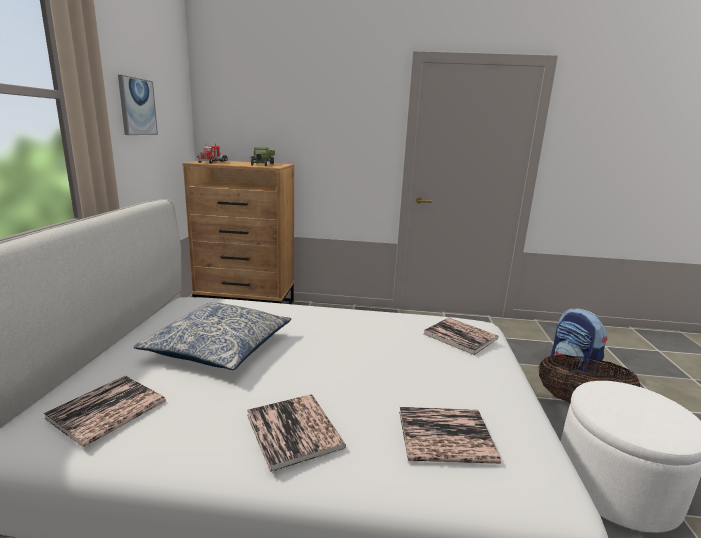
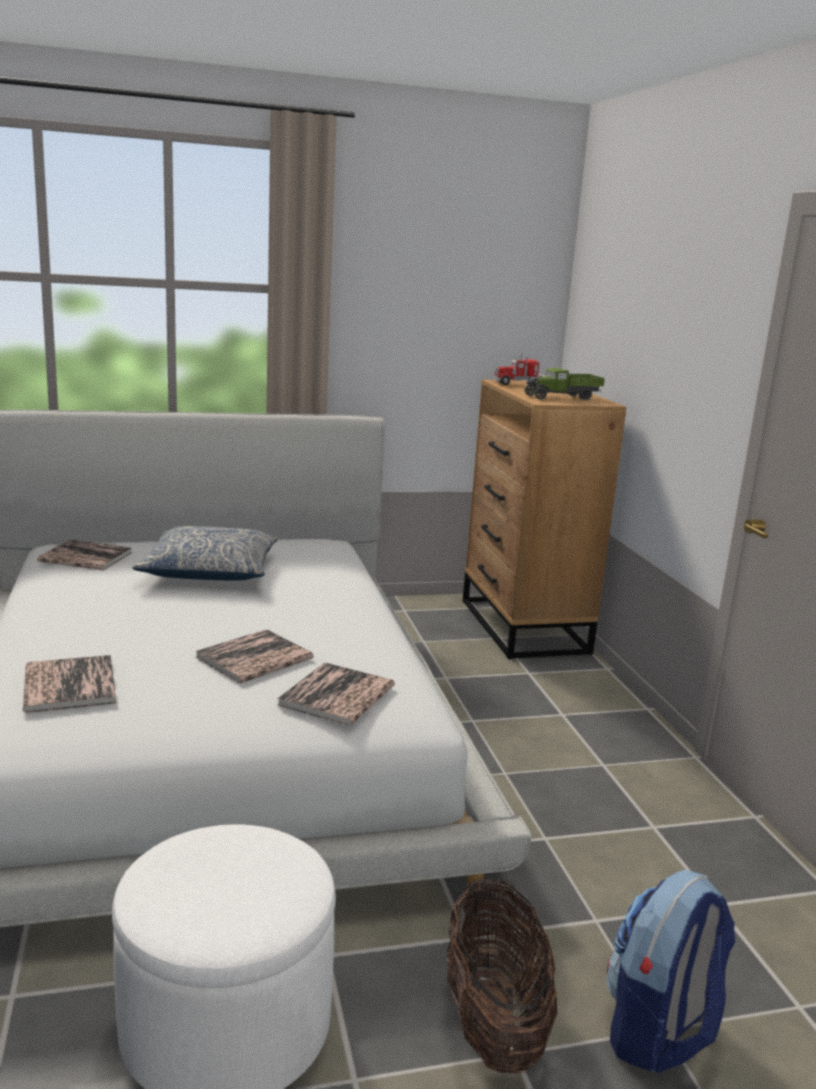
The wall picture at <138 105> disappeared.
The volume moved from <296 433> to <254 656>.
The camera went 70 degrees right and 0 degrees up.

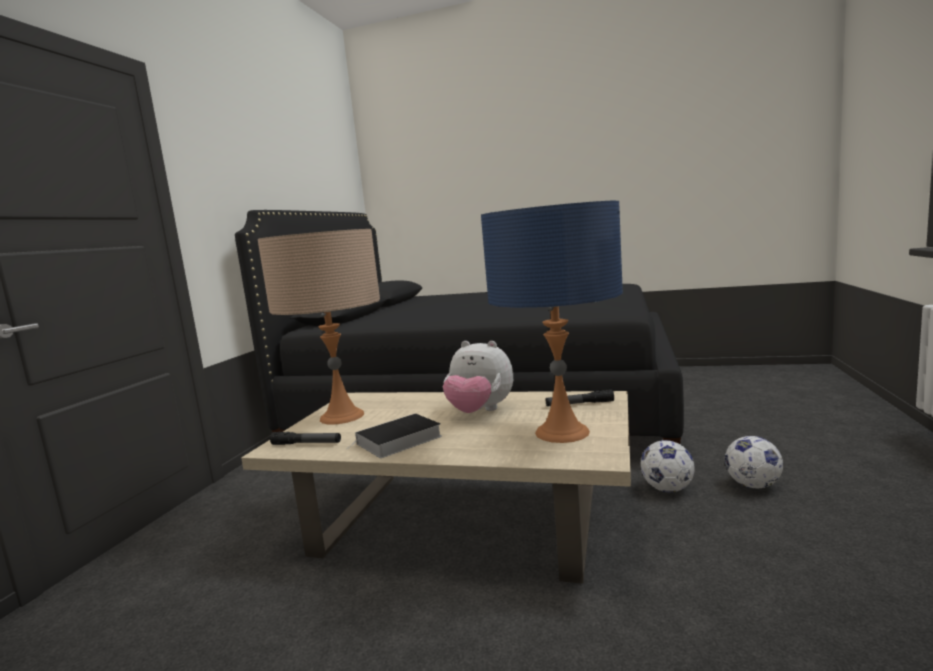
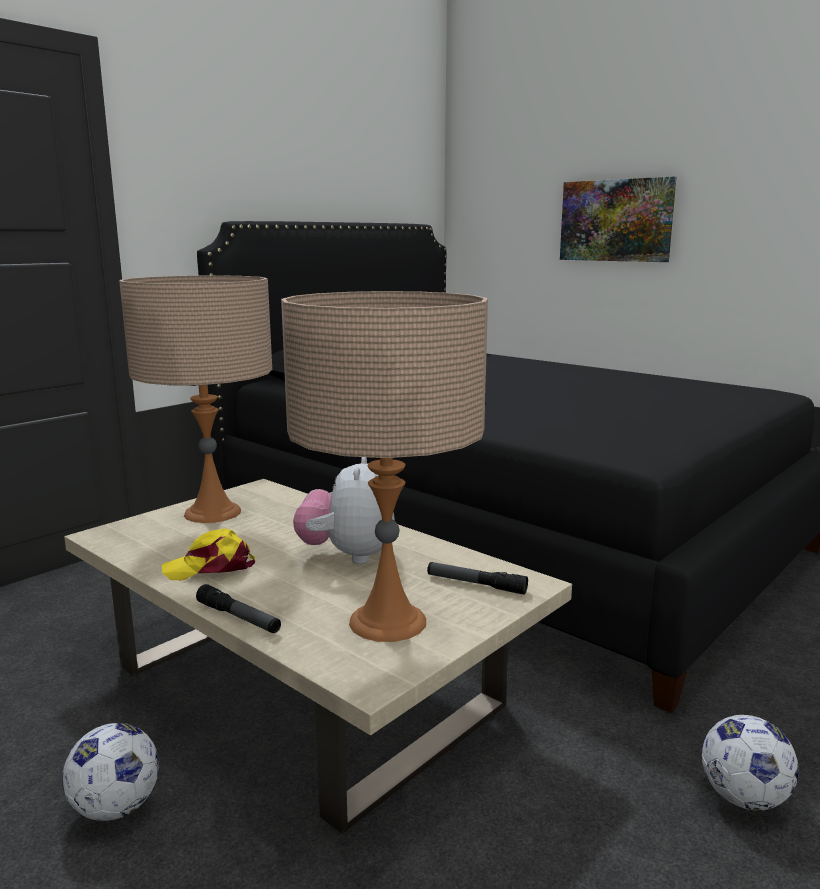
The bluish lamp for a table at <552 321> became the beige-coloured lamp for a table at <384 466>.
The plush toy at <478 377> turned 45 degrees clockwise.
The volume at <394 435> was replaced by the yellowish baseball cap at <208 554>.
The torch moved from <305 438> to <238 608>.
The ball for football moved from <668 466> to <110 772>.
The wall picture at <618 219> appeared.
The camera went 25 degrees right and 5 degrees up.

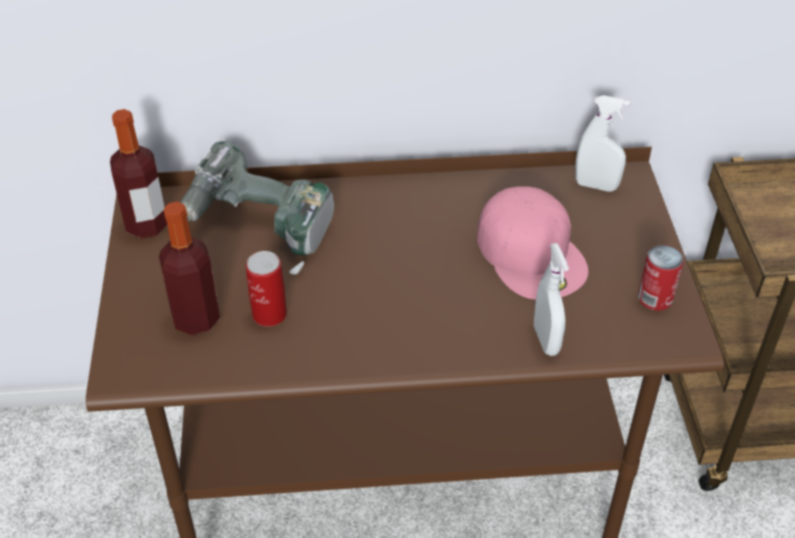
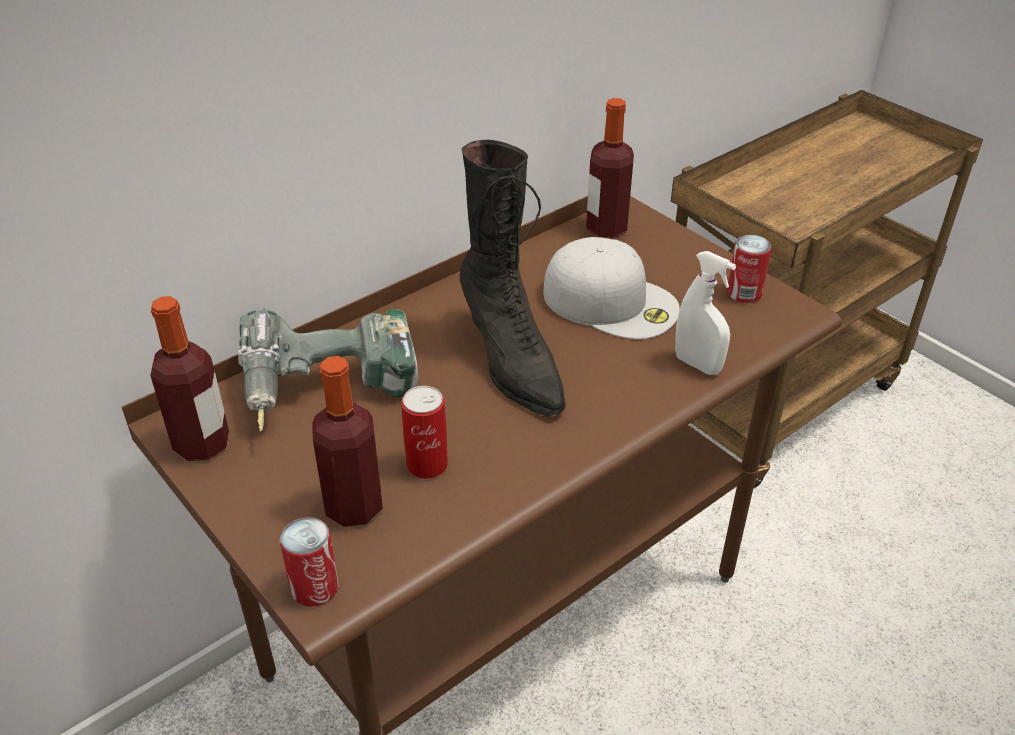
The whitish sprayer at <602 143> was replaced by the bottle at <610 168>.
The pinkish baseball cap at <532 243> became the whitish baseball cap at <611 288>.
The blackish boot at <513 278> appeared.
The can at <309 562> appeared.
The camera went 35 degrees left and 5 degrees down.

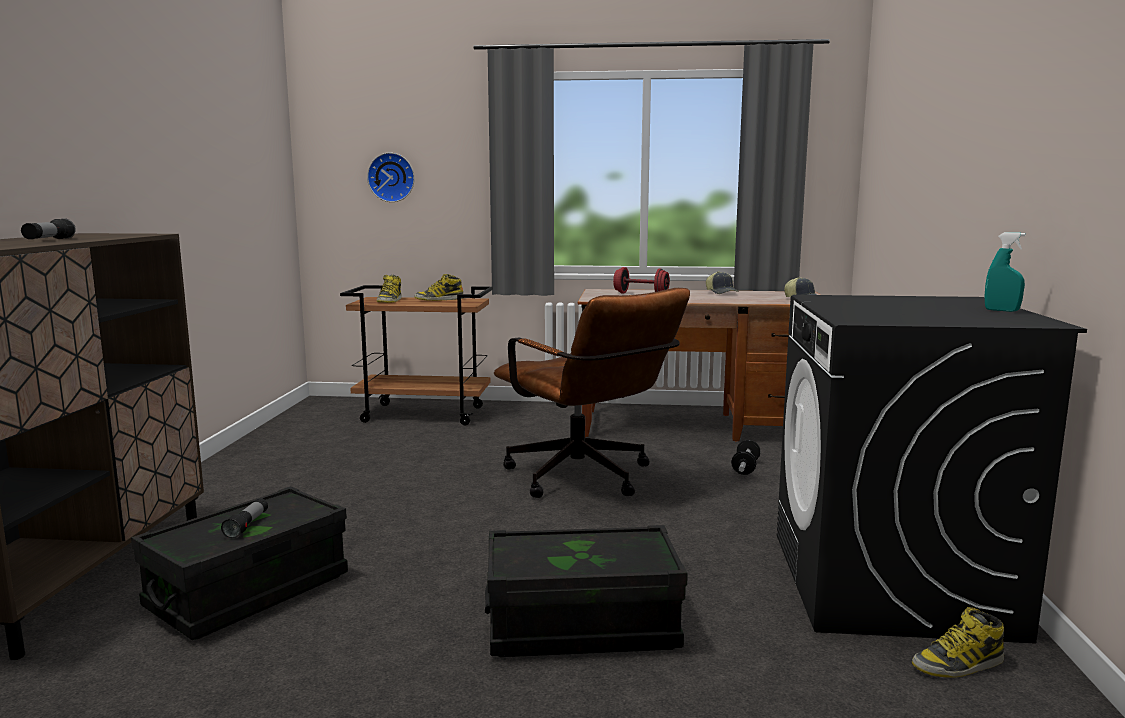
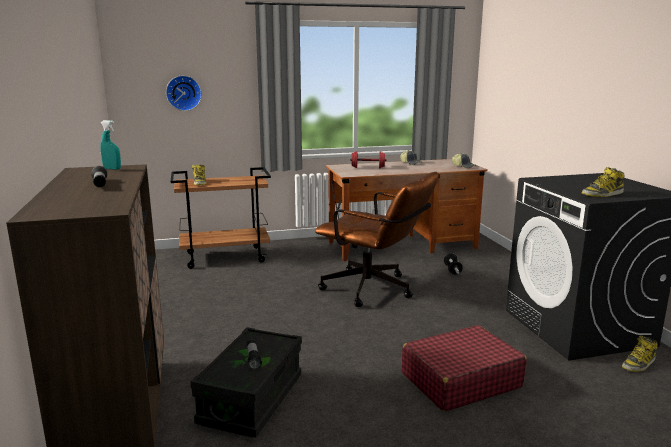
The turquoise-coloured sprayer moved from <1005 272> to <111 145>.
The boot moved from <438 287> to <603 182>.
The blackish storage bin at <586 591> was replaced by the red travel case at <464 368>.
The camera went 20 degrees left and 5 degrees up.

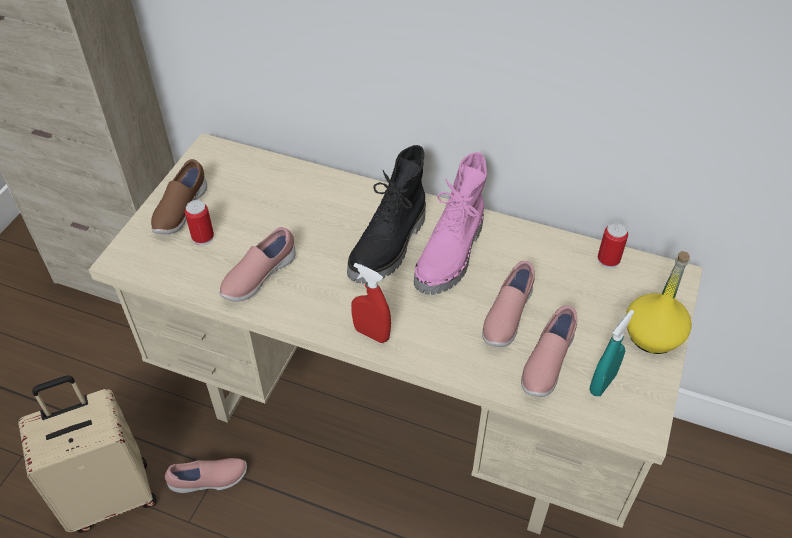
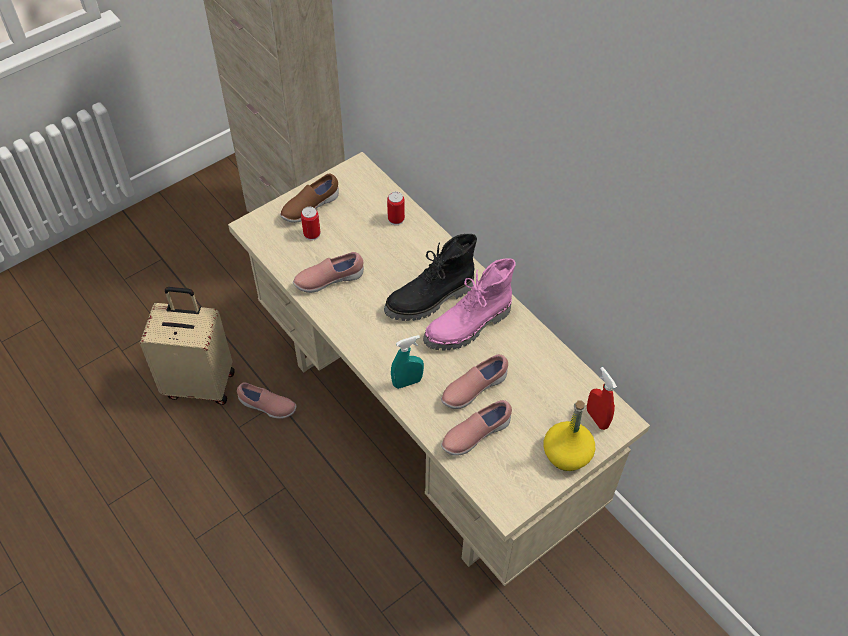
The can moved from <613 245> to <396 208>.
The red sprayer moved from <371 303> to <602 398>.
The turquoise-coloured sprayer moved from <611 353> to <407 362>.
The camera went 30 degrees right and 5 degrees up.

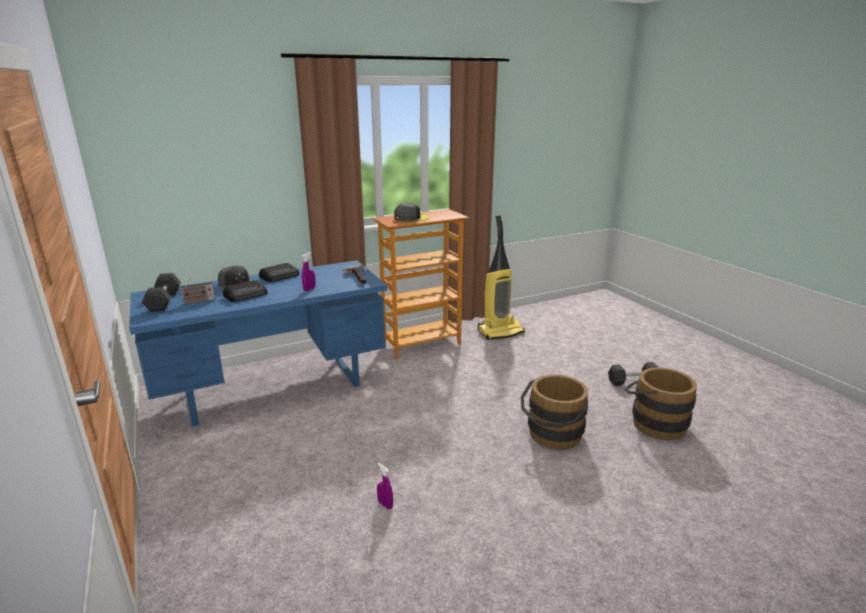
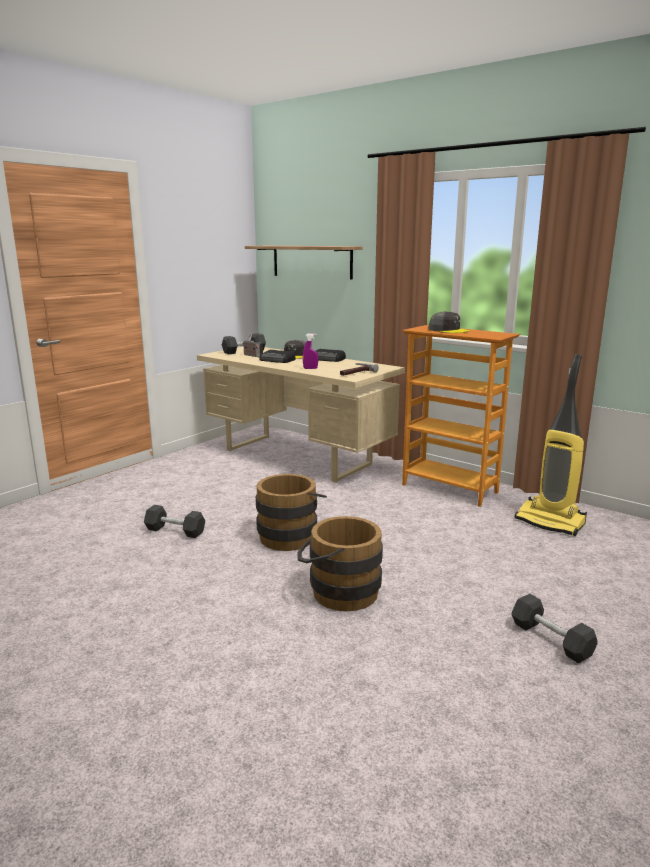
The bluish desk table at <258 343> became the beige-coloured desk table at <301 414>.
The brown pail moved from <661 403> to <291 512>.
The purple-coloured sprayer at <385 486> was replaced by the blackish hand weight at <174 521>.
The wall shelf at <304 262> appeared.
The camera went 65 degrees right and 5 degrees down.

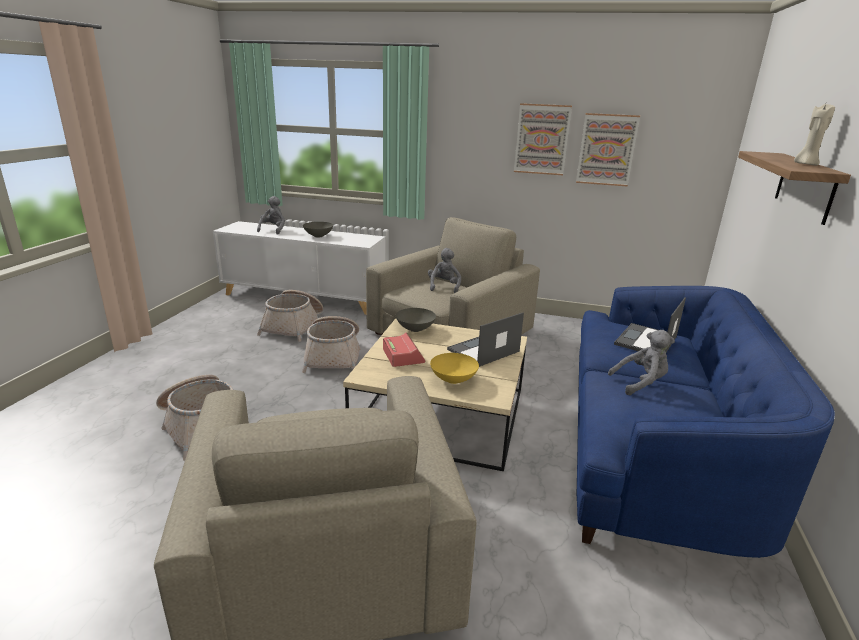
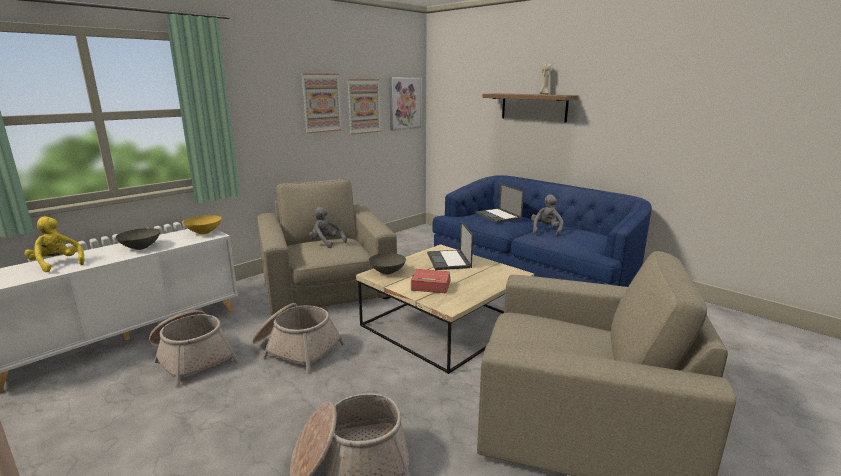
The gray plush toy at <271 215> became the yellowish plush toy at <54 244>.
The yellowish bowl moved from <454 368> to <202 224>.
The wall picture at <405 104> appeared.
The camera went 60 degrees left and 5 degrees down.

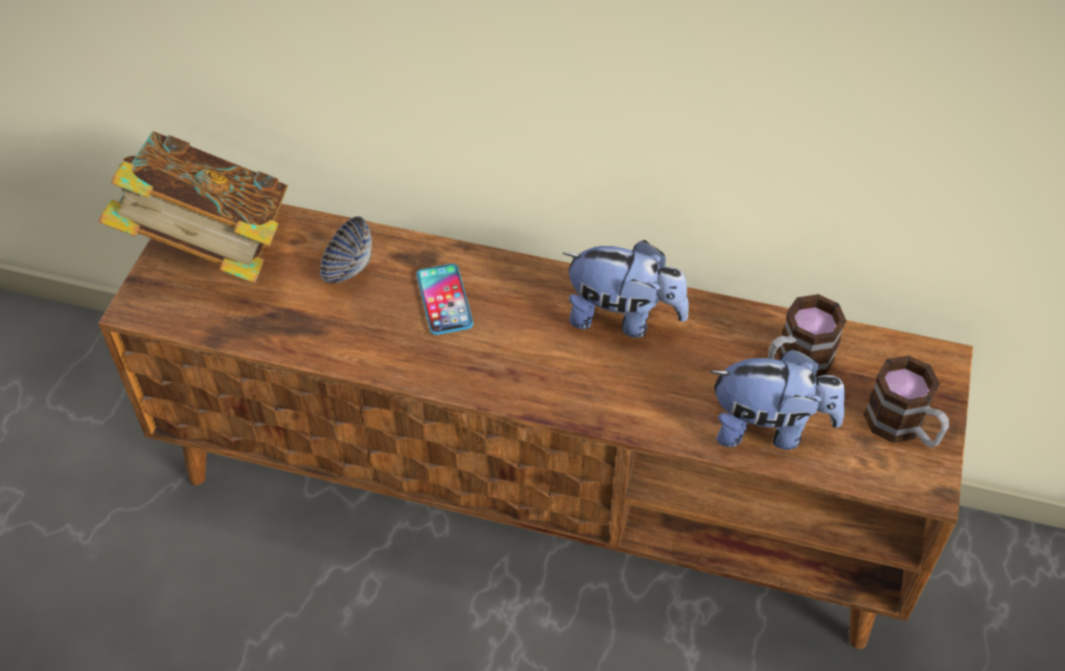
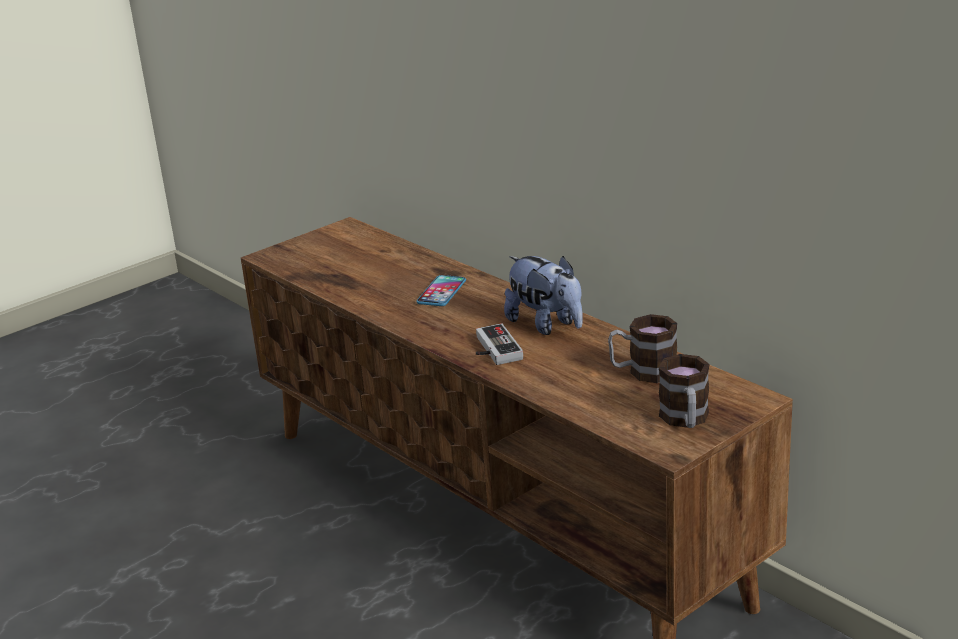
The volume at <193 207> disappeared.
The bowl at <346 250> disappeared.
The plush toy at <777 399> disappeared.
The gamepad at <499 344> appeared.
The camera went 35 degrees right and 25 degrees down.

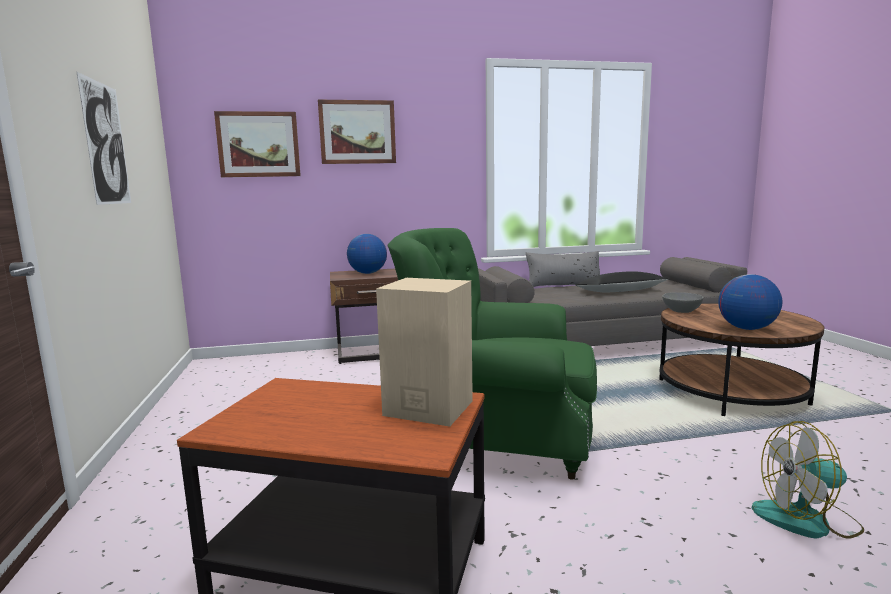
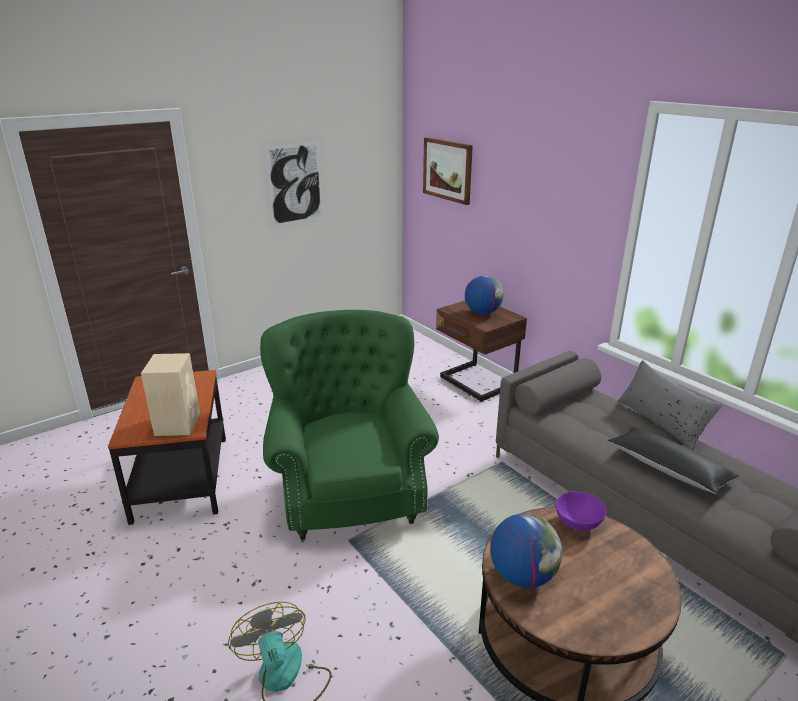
The wall picture at <357 132> disappeared.
The gray bowl at <682 302> became the purple-coloured bowl at <581 511>.
The camera went 65 degrees right and 15 degrees up.

